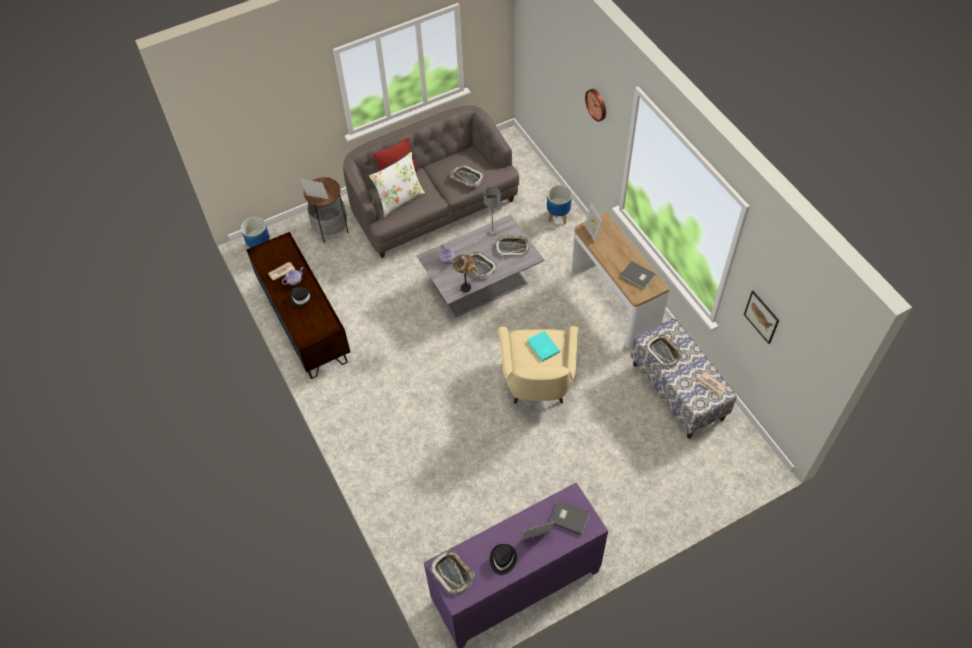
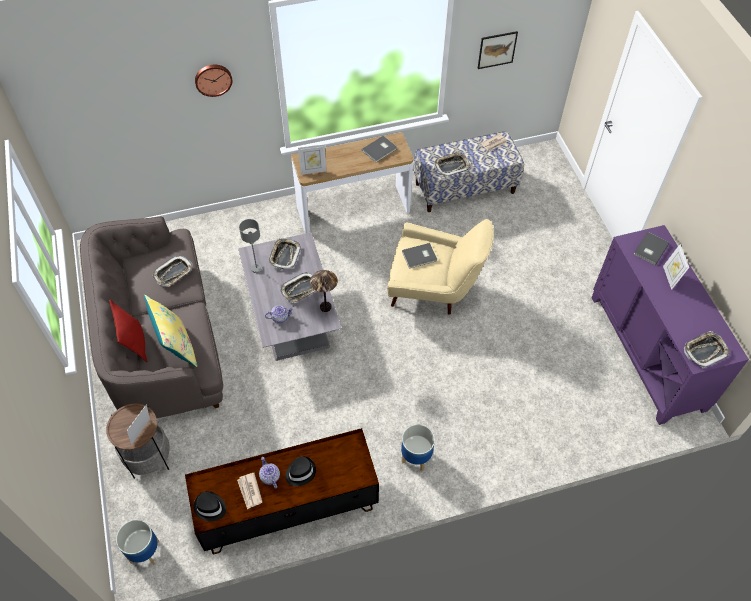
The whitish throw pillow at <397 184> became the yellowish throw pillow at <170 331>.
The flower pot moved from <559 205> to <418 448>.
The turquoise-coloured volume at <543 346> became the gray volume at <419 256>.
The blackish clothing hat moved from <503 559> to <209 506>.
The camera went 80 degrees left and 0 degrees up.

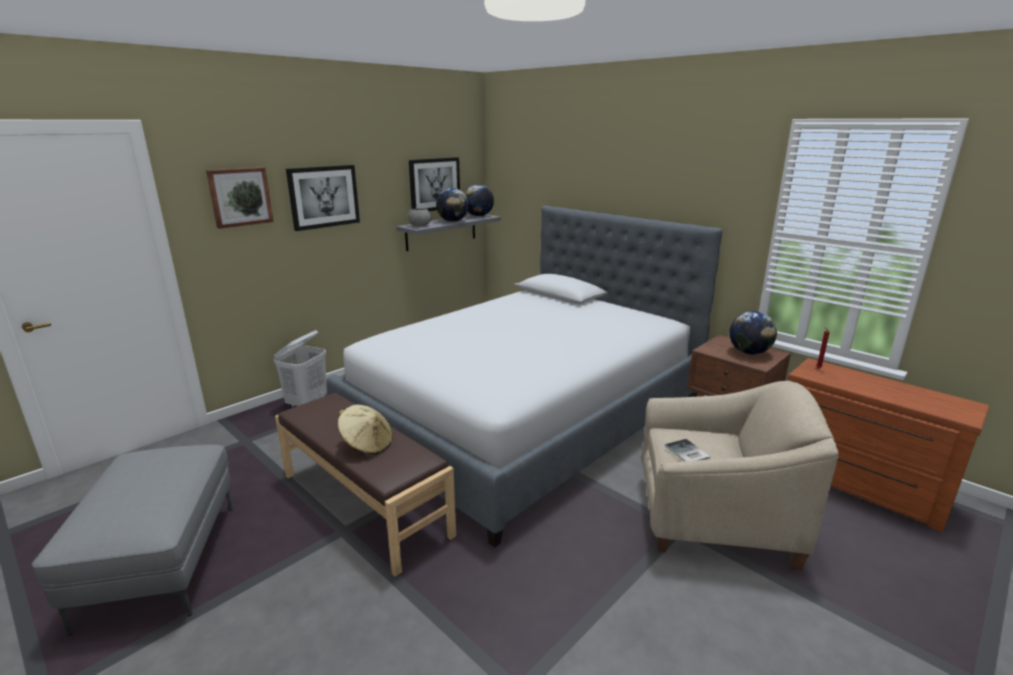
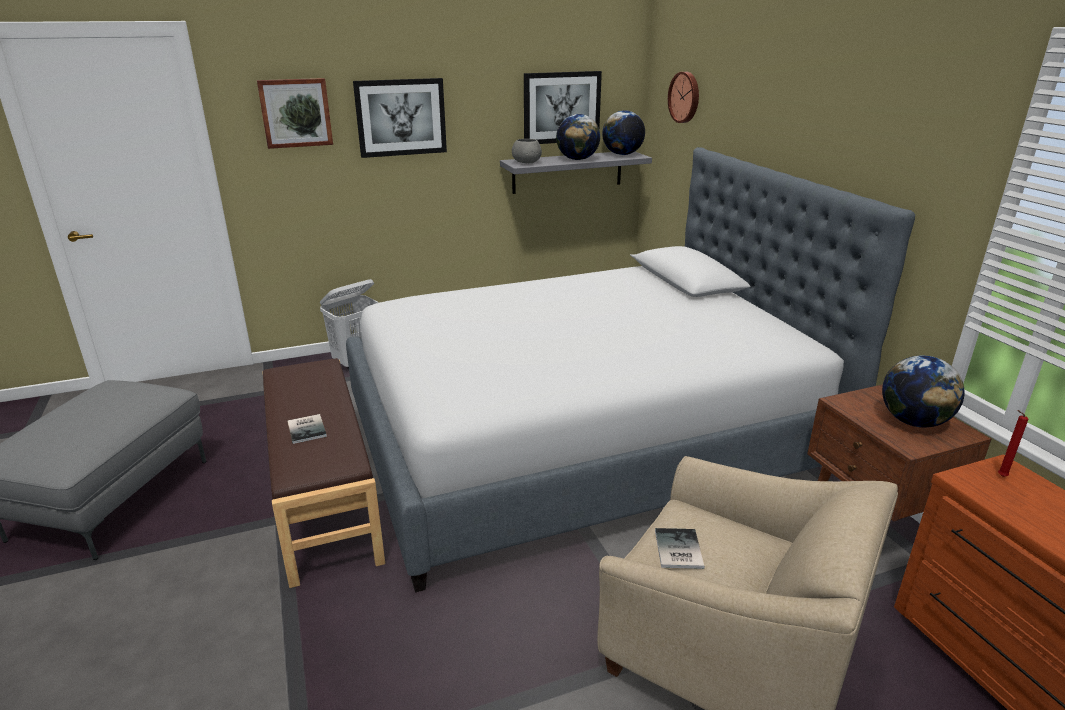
The beige-coloured clothing hat at <365 430> was replaced by the volume at <307 429>.
The clock on the wall at <683 97> appeared.
The camera went 25 degrees right and 5 degrees up.

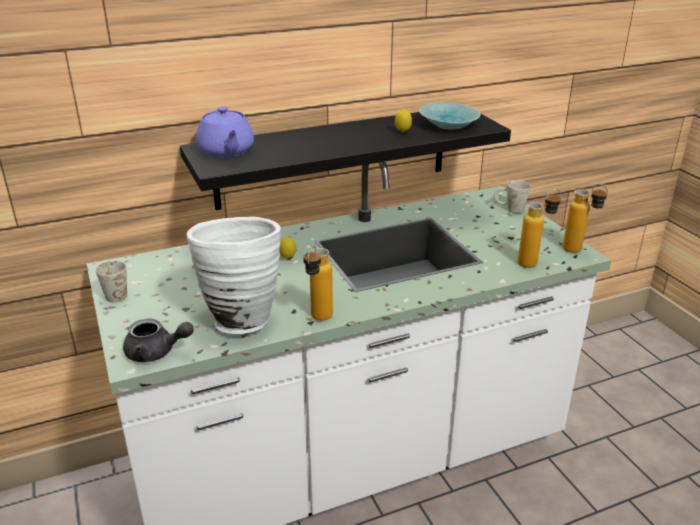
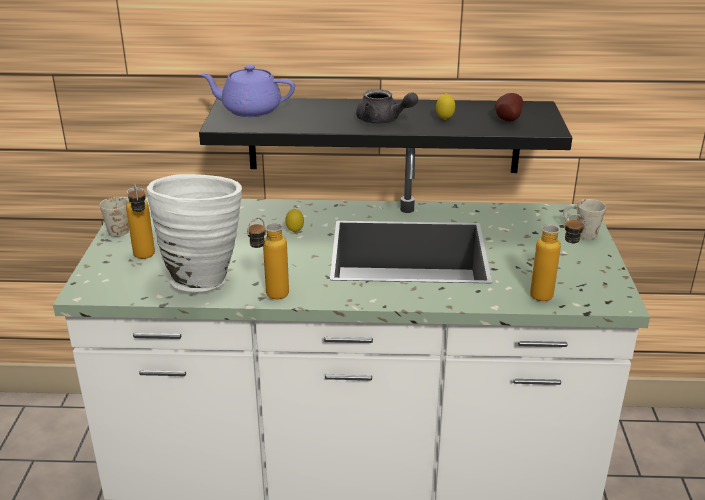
The turquoise-coloured bowl at <450 116> was replaced by the potato at <509 107>.
The purple-coloured pot for tea at <225 132> turned 90 degrees clockwise.
The bottle moved from <585 218> to <140 221>.
The gray pot for tea moved from <158 340> to <387 106>.
The camera went 25 degrees right and 0 degrees up.

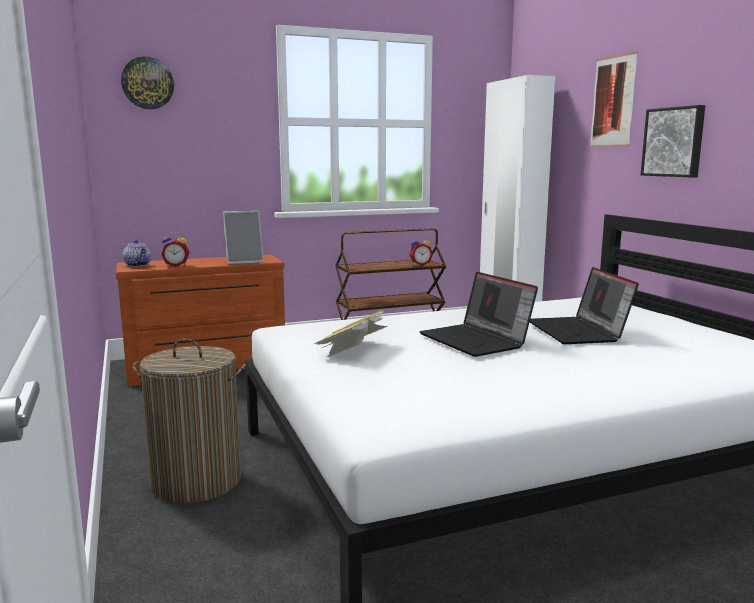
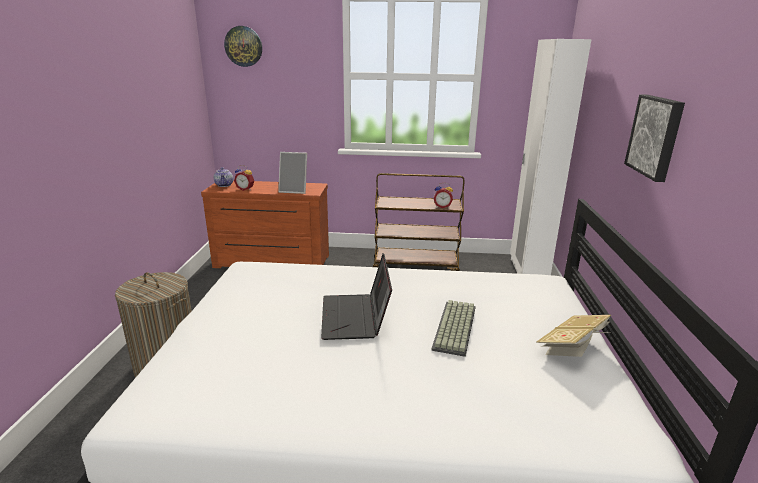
The wall picture at <614 99> disappeared.
The portable computer at <584 305> was replaced by the computer keyboard at <453 328>.
The volume moved from <351 333> to <574 336>.
The camera went 25 degrees right and 10 degrees up.

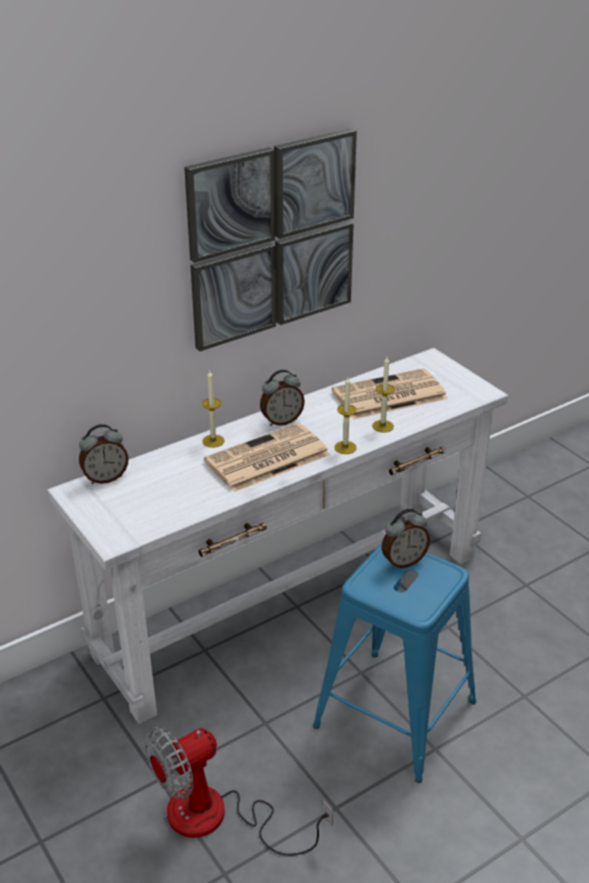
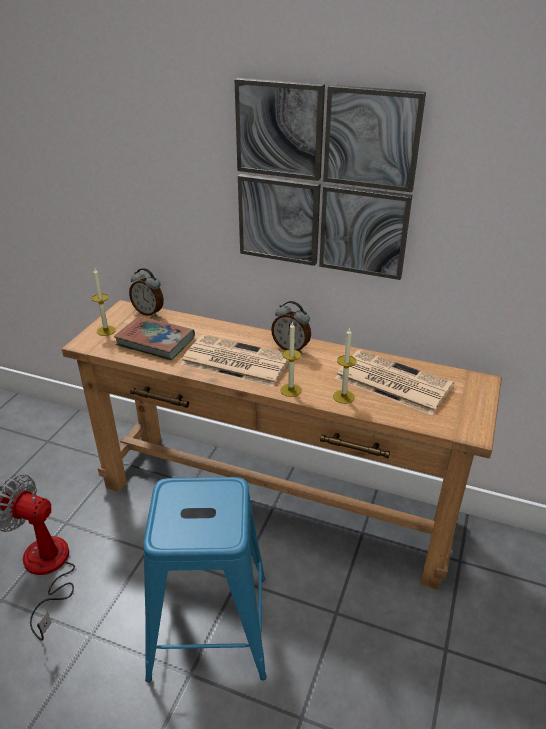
The whitish console table at <277 536> became the brown console table at <282 445>.
The wax light moved from <213 409> to <104 302>.
The alarm clock at <406 539> disappeared.
The volume at <154 338> appeared.
The camera went 55 degrees right and 0 degrees up.

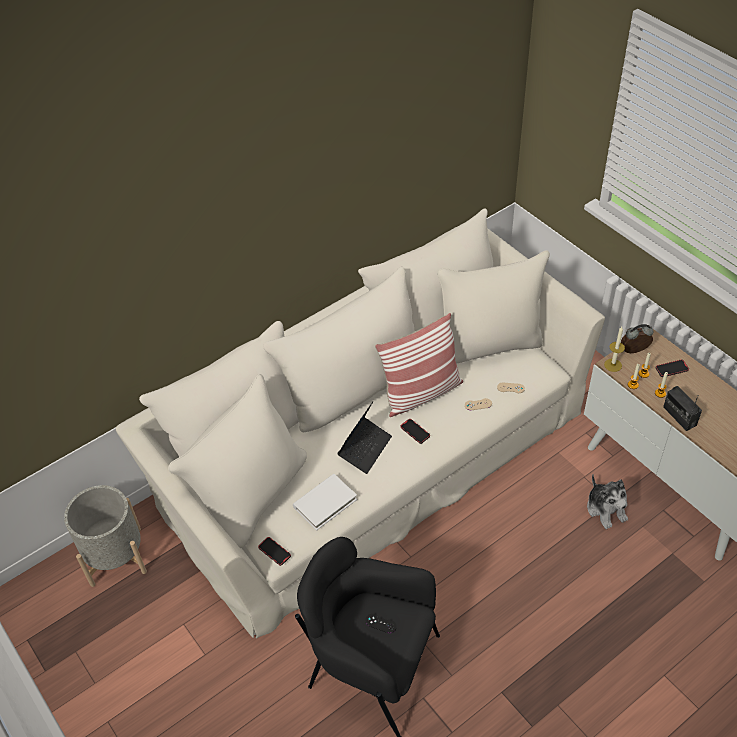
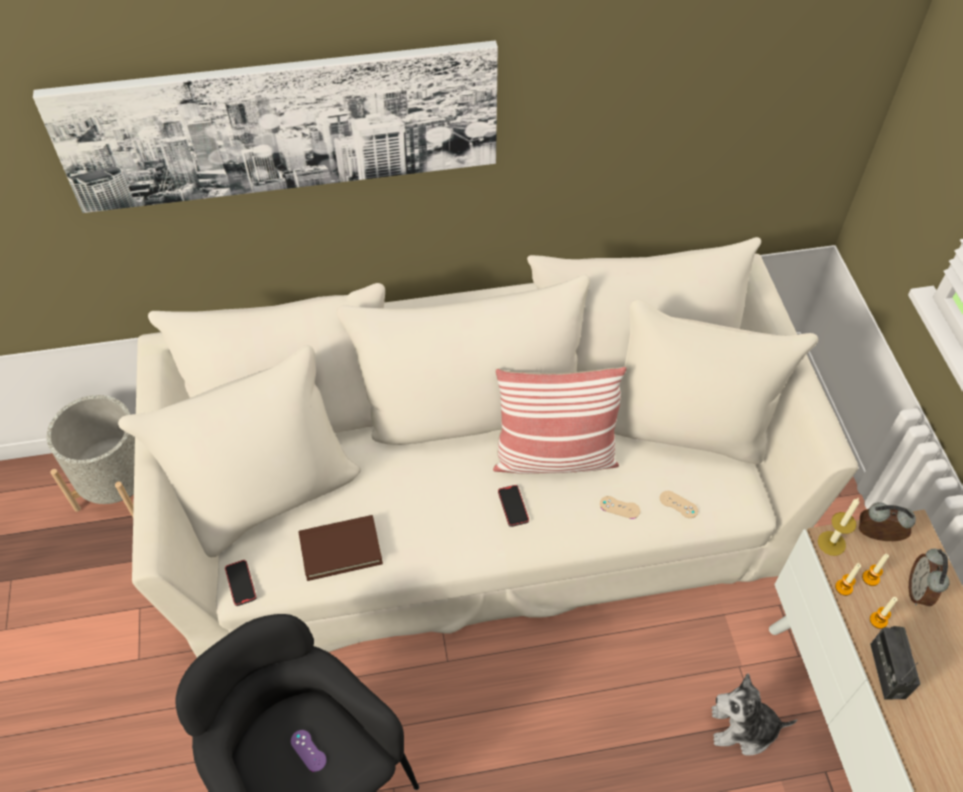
The telephone at <672 368> was replaced by the alarm clock at <929 577>.
The portable computer at <364 438> disappeared.
The whitish volume at <325 502> became the brown volume at <340 548>.
The plush toy at <607 501> turned 90 degrees clockwise.
The blackish gamepad at <381 623> became the purple-coloured gamepad at <309 751>.
The wall picture at <265 126> appeared.
The camera went 25 degrees right and 5 degrees up.

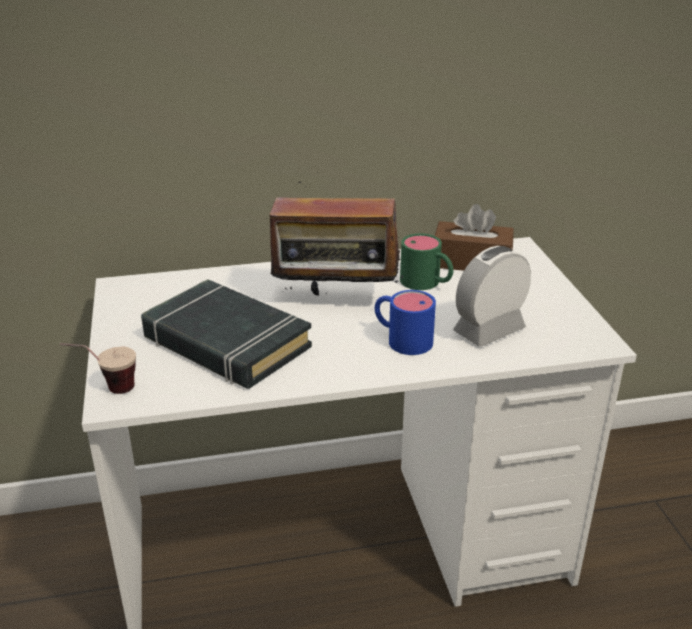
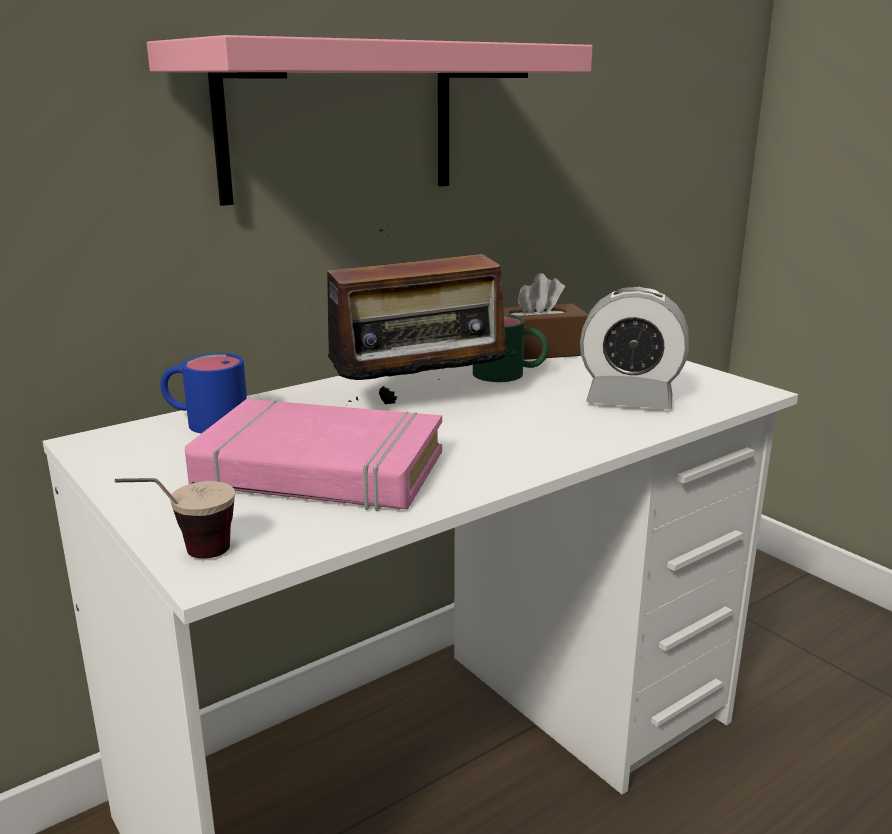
The alarm clock at <492 296> turned 105 degrees counterclockwise.
The blackish volume at <226 334> became the pinkish volume at <313 455>.
The bluish coffee mug moved from <405 322> to <203 393>.
The pinkish wall shelf at <370 120> appeared.
The camera went 25 degrees left and 10 degrees down.

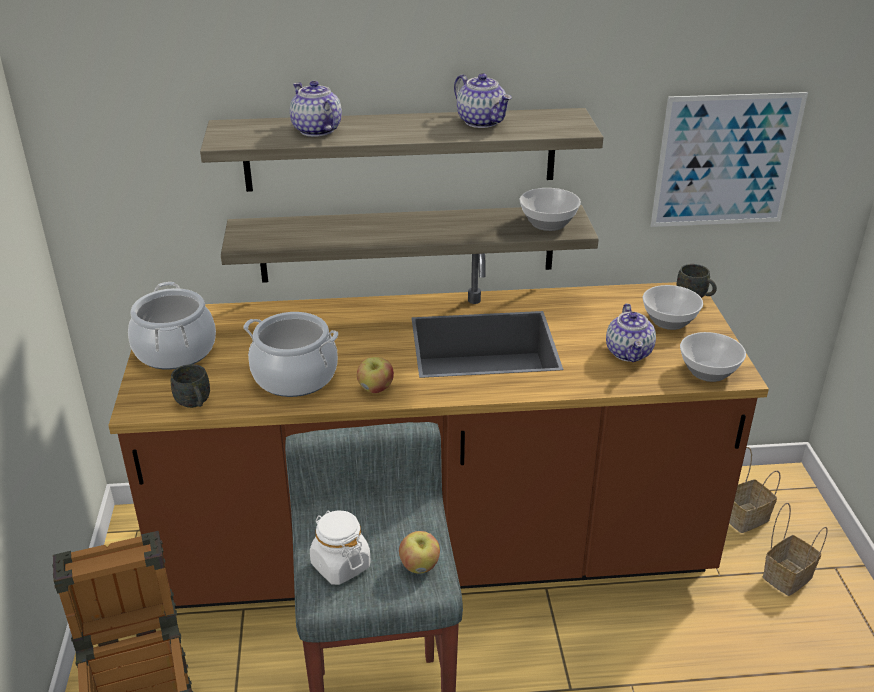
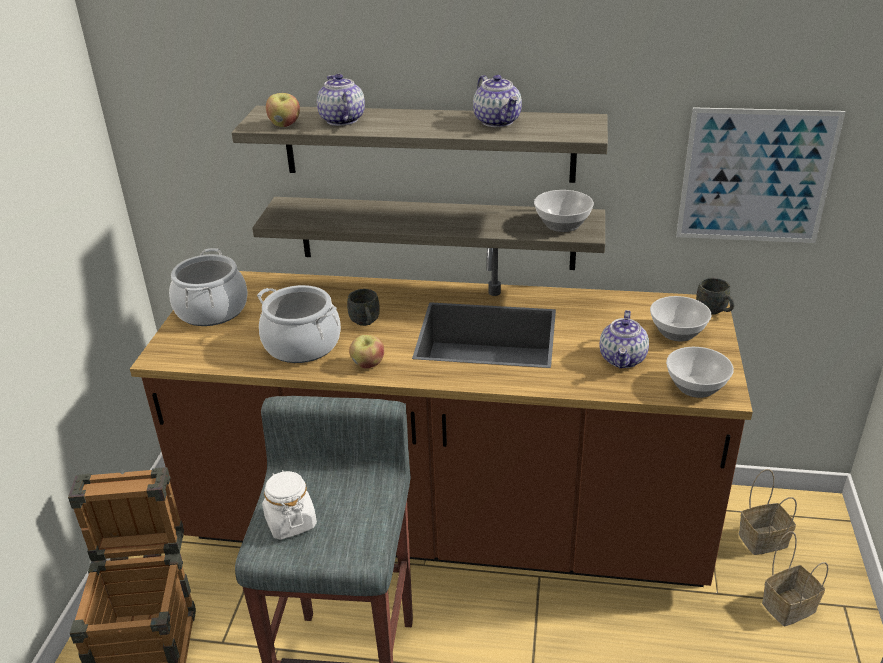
The gray coffee mug moved from <190 386> to <363 307>.
The apple moved from <419 552> to <283 110>.
The camera went 15 degrees right and 0 degrees up.

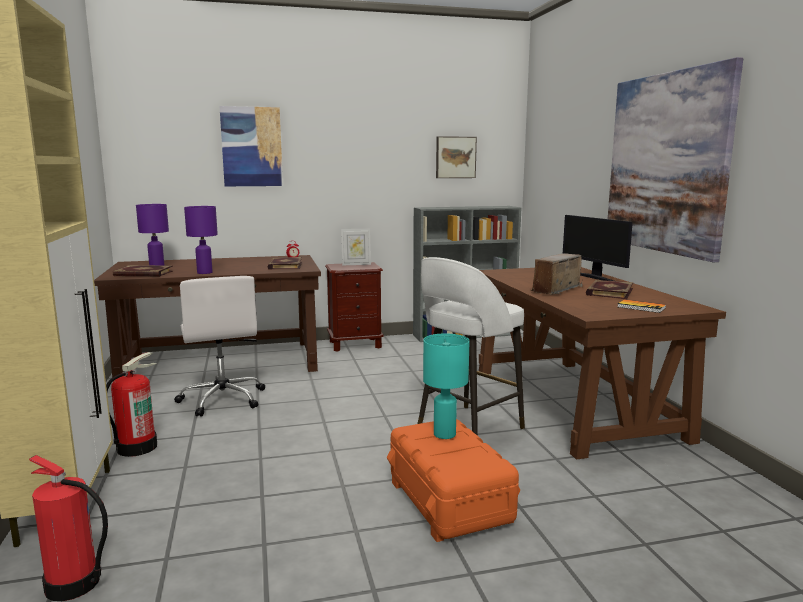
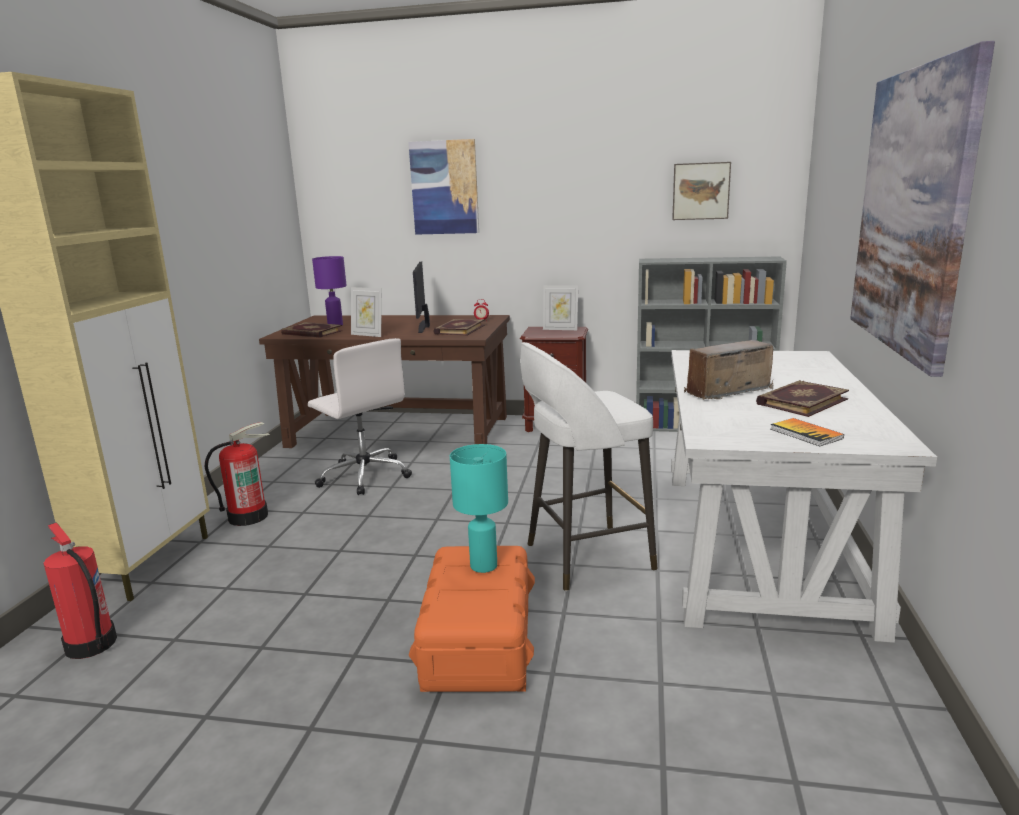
The purple-coloured lamp for a table at <201 240> was replaced by the photo frame at <366 312>.
The monitor moved from <598 248> to <421 297>.
The brown desk table at <602 363> became the whitish desk table at <804 496>.
The whitish desk chair at <219 346> turned 45 degrees counterclockwise.
The camera went 25 degrees right and 5 degrees up.

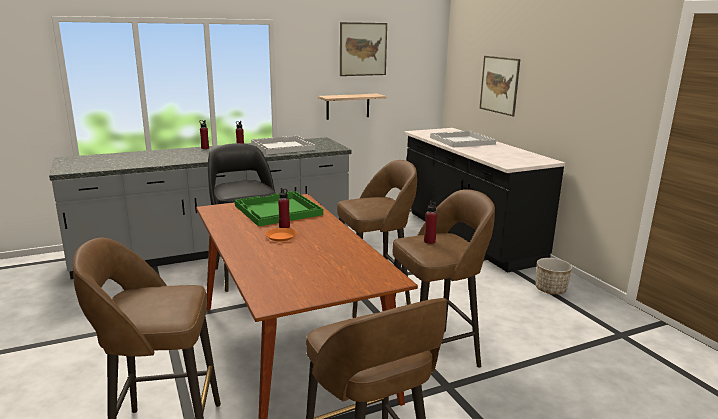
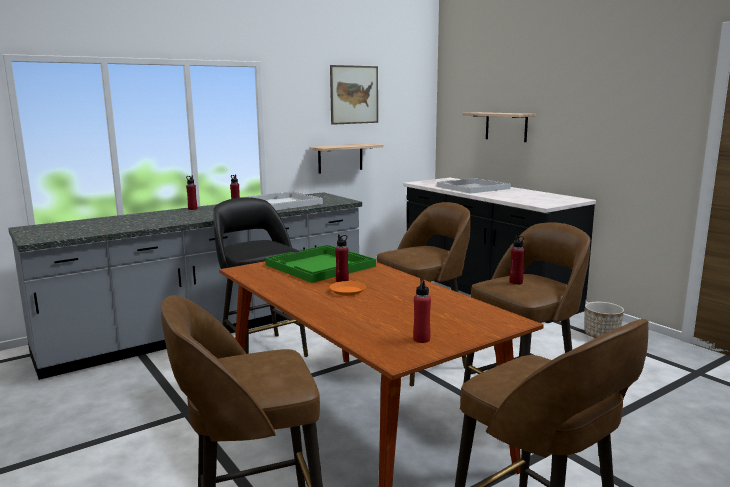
The wall picture at <499 86> was replaced by the wall shelf at <500 127>.
The red bottle at <422 310> appeared.
The camera went 10 degrees left and 5 degrees down.

